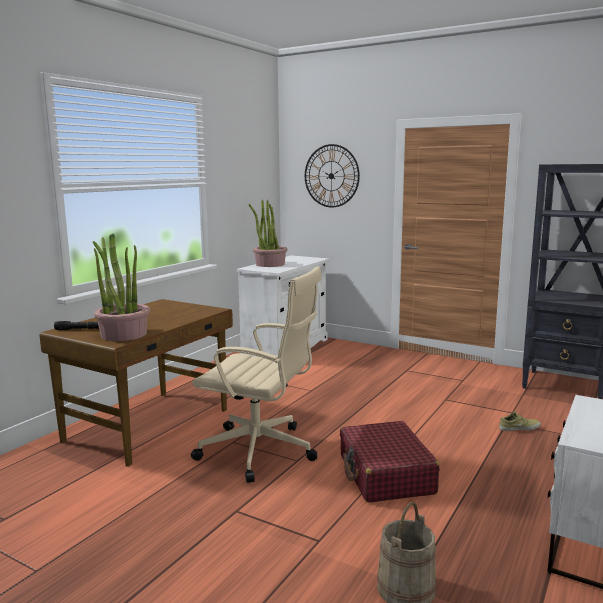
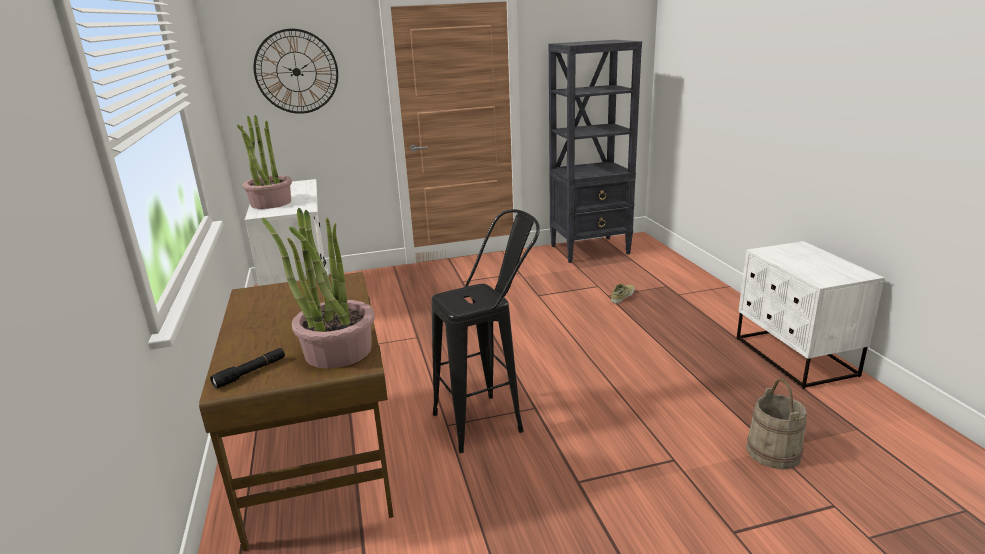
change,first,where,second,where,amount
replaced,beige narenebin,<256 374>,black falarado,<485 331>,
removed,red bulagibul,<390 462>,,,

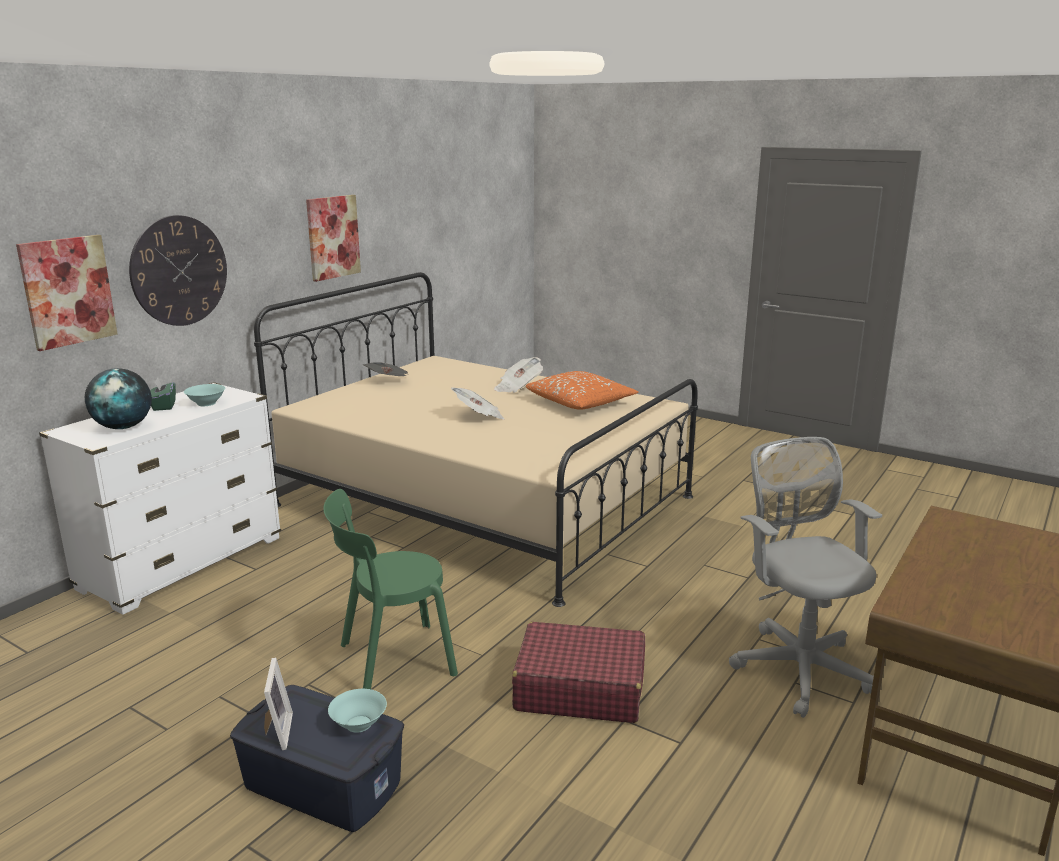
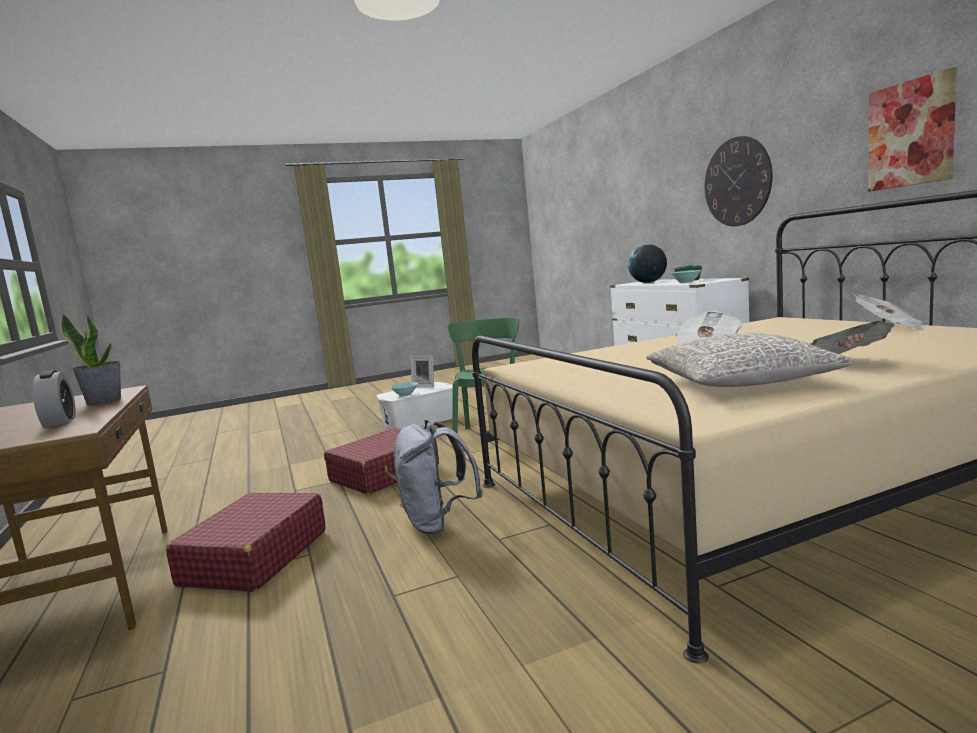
change,first,where,second,where,amount
removed,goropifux,<67 293>,,,
recoloured,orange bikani,<582 390>,grey bikani,<750 360>,
replaced,grey narenebin,<805 577>,red bulagibul,<245 542>,
recoloured,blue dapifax,<317 758>,white dapifax,<415 406>,
added,,,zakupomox,<90 359>,
added,,,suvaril,<54 399>,
added,,,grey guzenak,<438 477>,

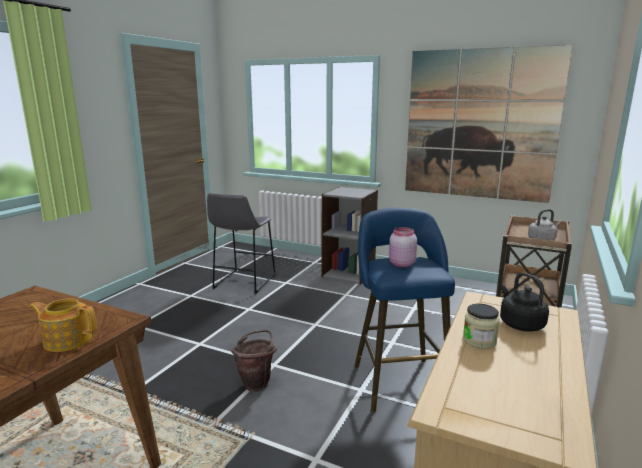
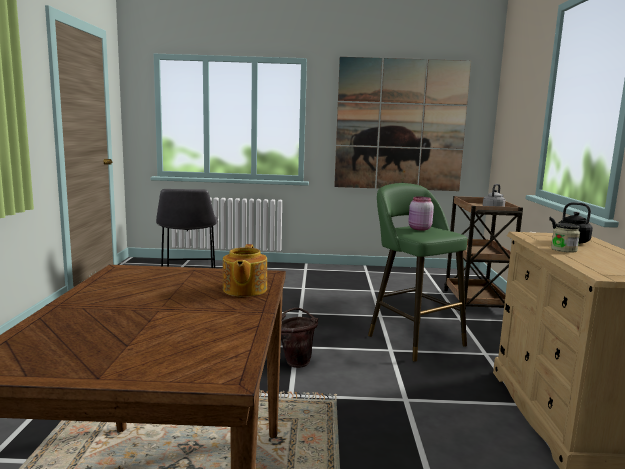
change,first,where,second,where,amount
removed,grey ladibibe,<350 235>,,,
recoloured,blue falarado,<405 310>,green falarado,<417 272>,
turned,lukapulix,<63 325>,,<245 270>,75 degrees counterclockwise

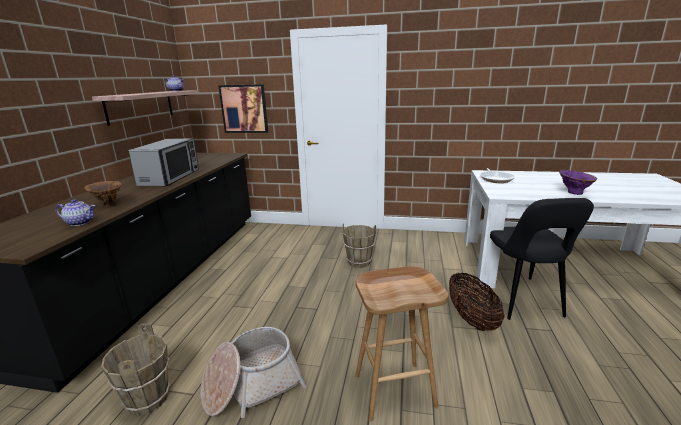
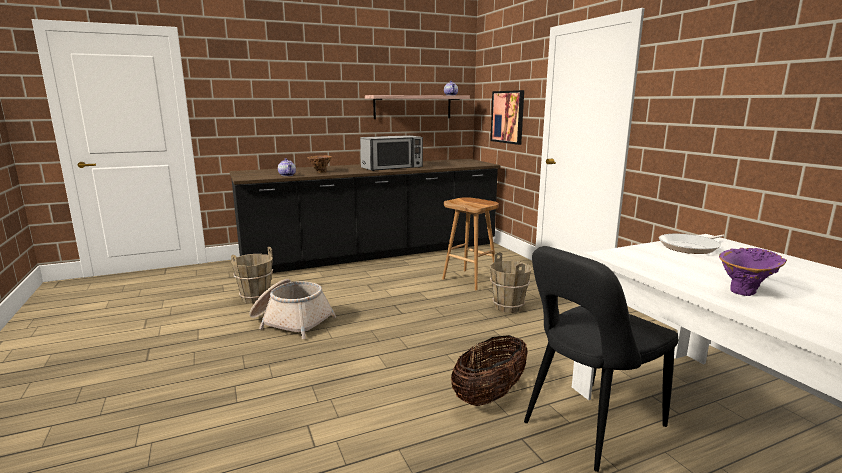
change,first,where,second,where,amount
moved,brown falarado,<402 343>,,<470 243>,

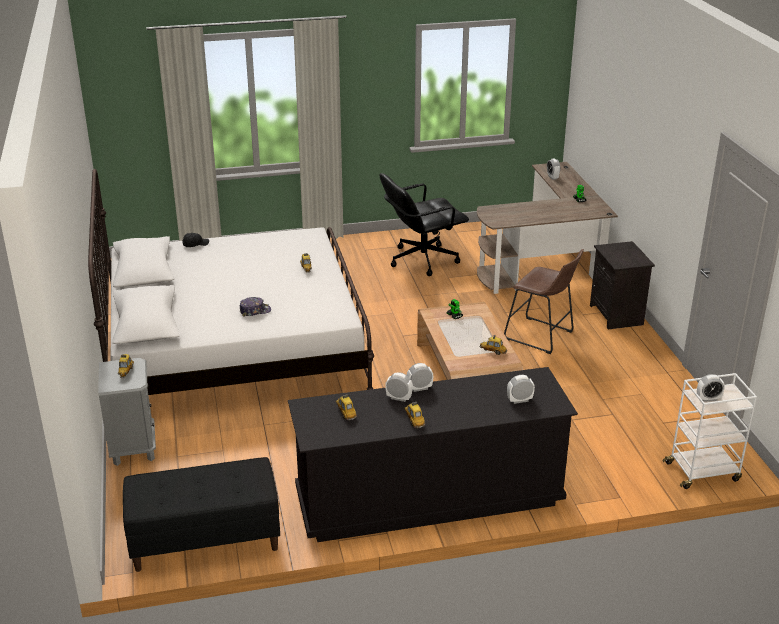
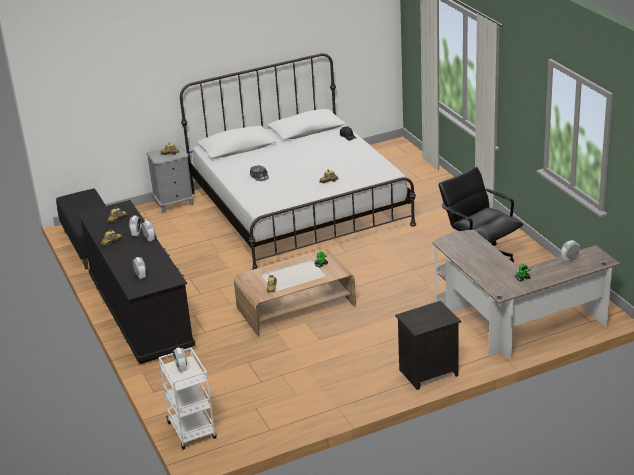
change,first,where,second,where,amount
removed,brown falarado,<544 301>,,,

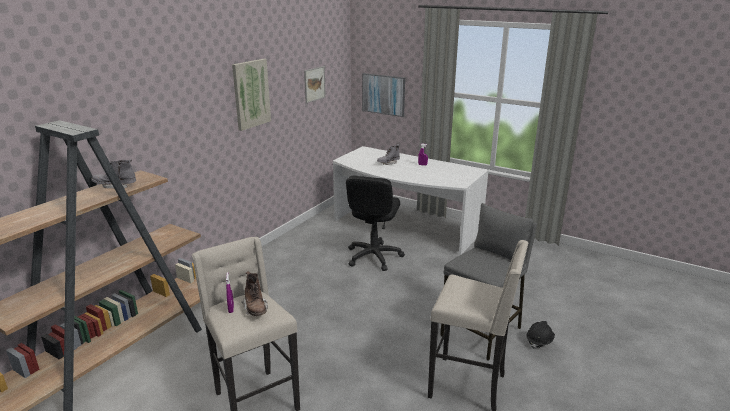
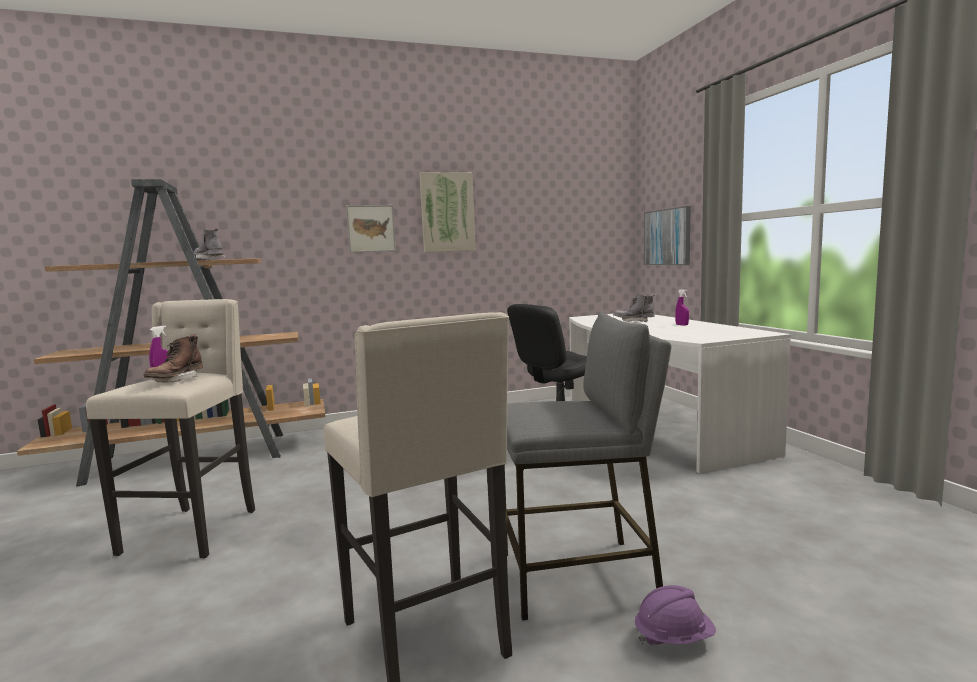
change,first,where,second,where,amount
moved,goropifux,<315 84>,,<371 229>,
recoloured,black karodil,<541 335>,purple karodil,<675 615>,

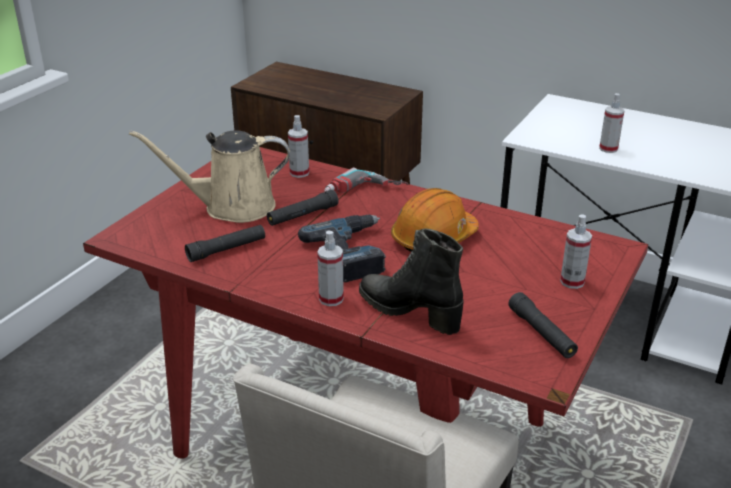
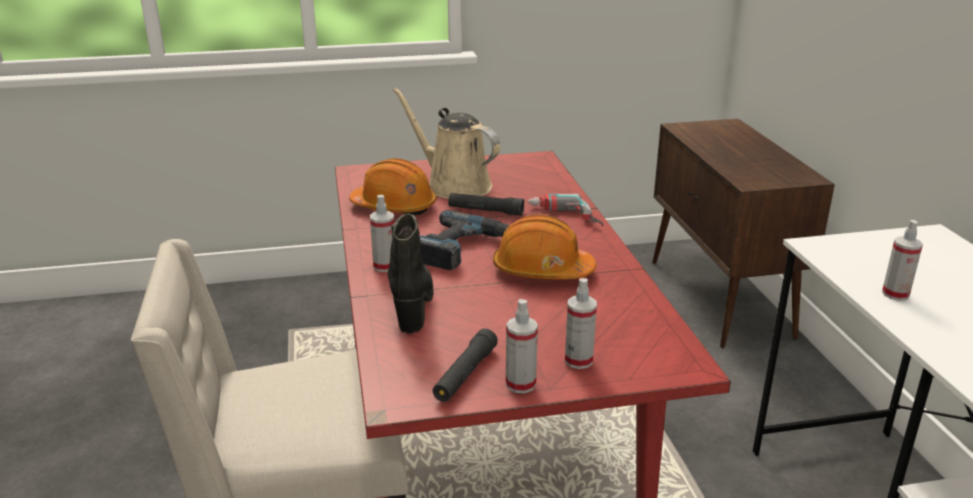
change,first,where,second,where,amount
moved,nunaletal,<298 146>,,<522 346>,
replaced,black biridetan,<225 243>,orange karodil,<392 187>,

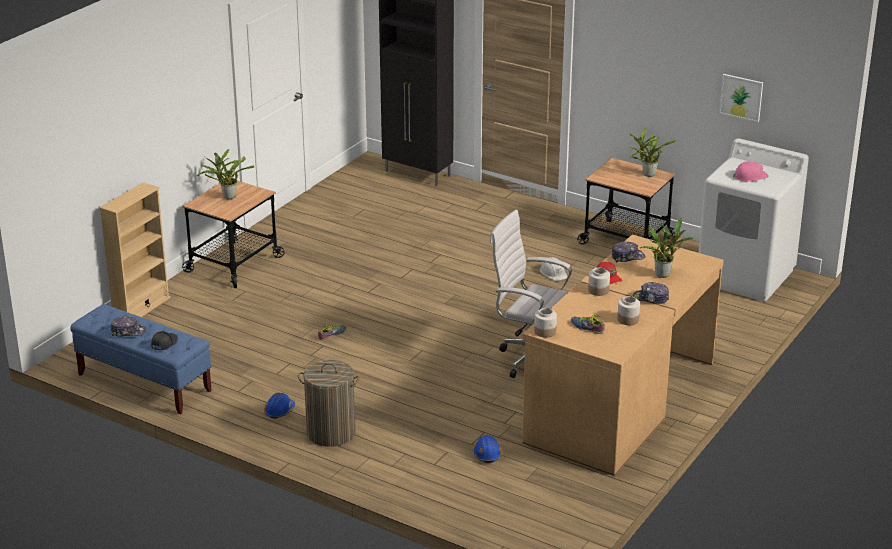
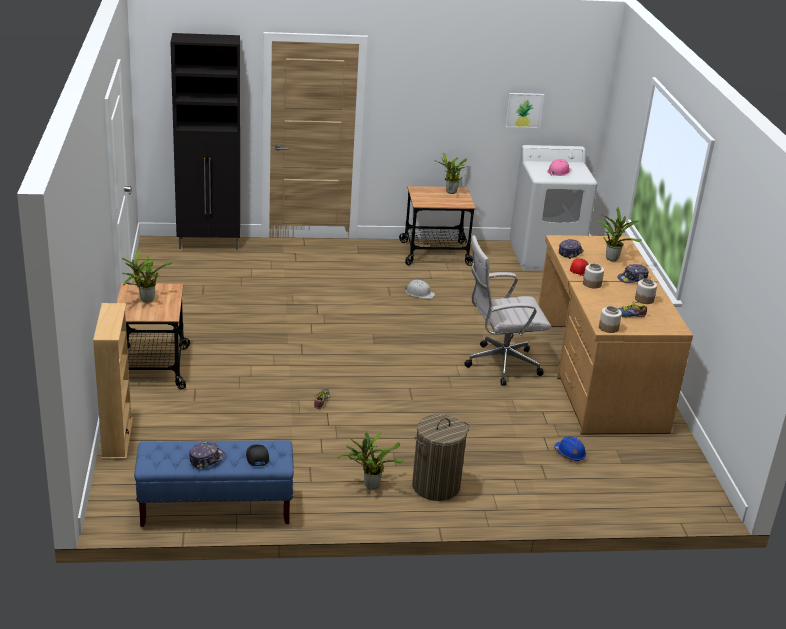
change,first,where,second,where,amount
replaced,blue karodil,<279 406>,zakupomox,<370 460>,

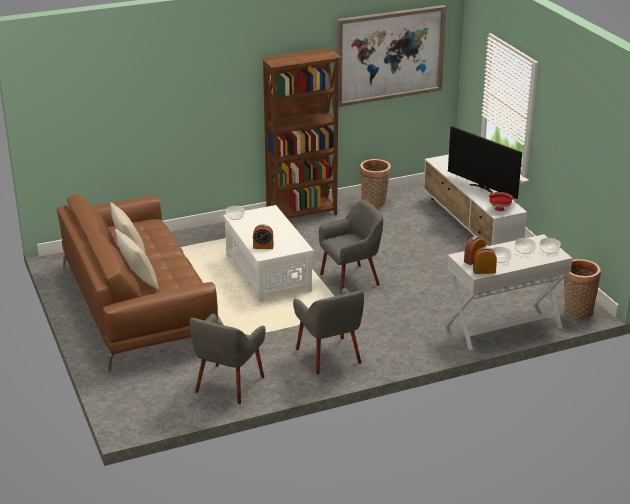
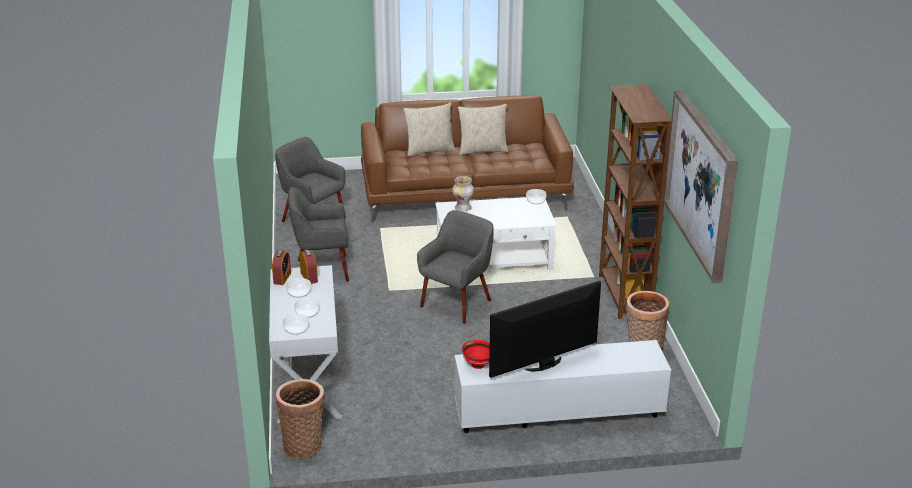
change,first,where,second,where,amount
turned,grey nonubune,<351 246>,,<455 267>,135 degrees counterclockwise
replaced,suvaril,<263 236>,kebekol,<463 193>,

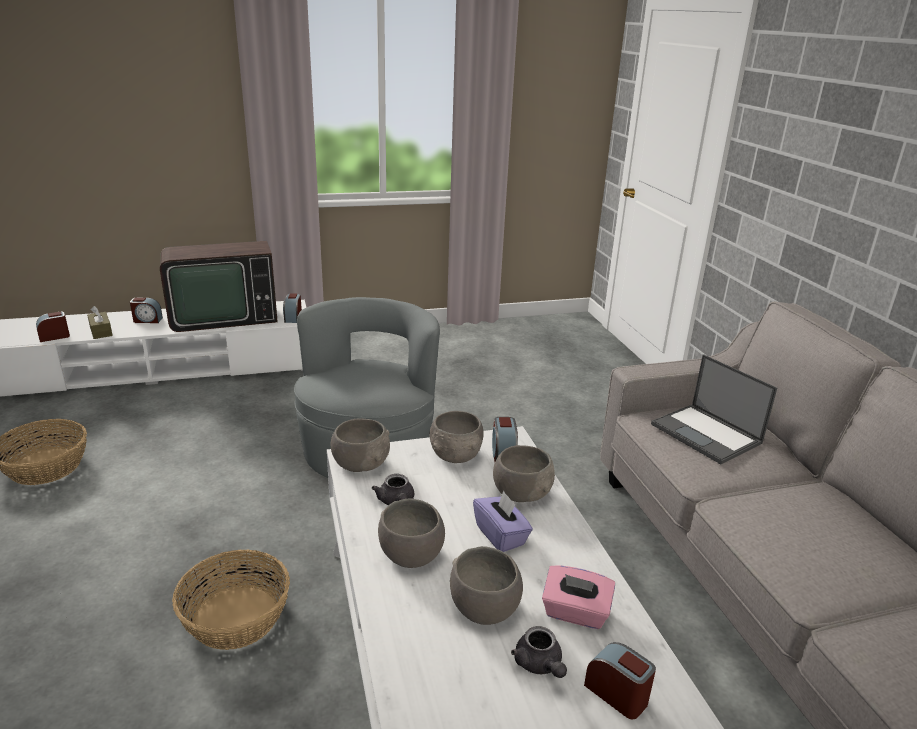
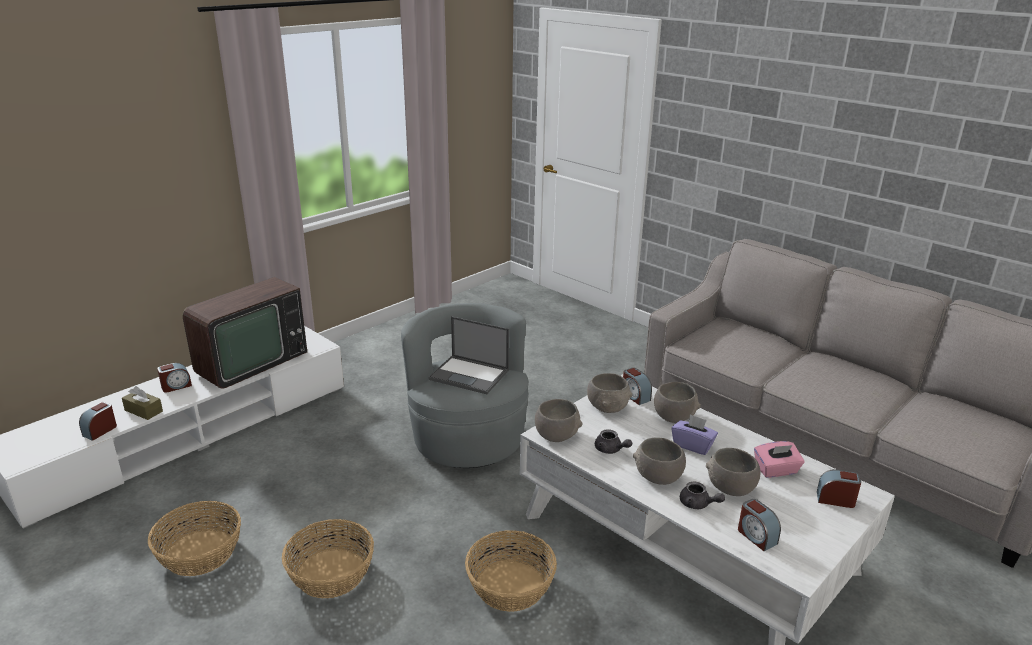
change,first,where,second,where,amount
moved,suvaril,<292 308>,,<759 525>,
moved,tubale,<714 409>,,<469 355>,
moved,grey lukapulix,<539 652>,,<702 495>,
added,,,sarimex,<328 558>,

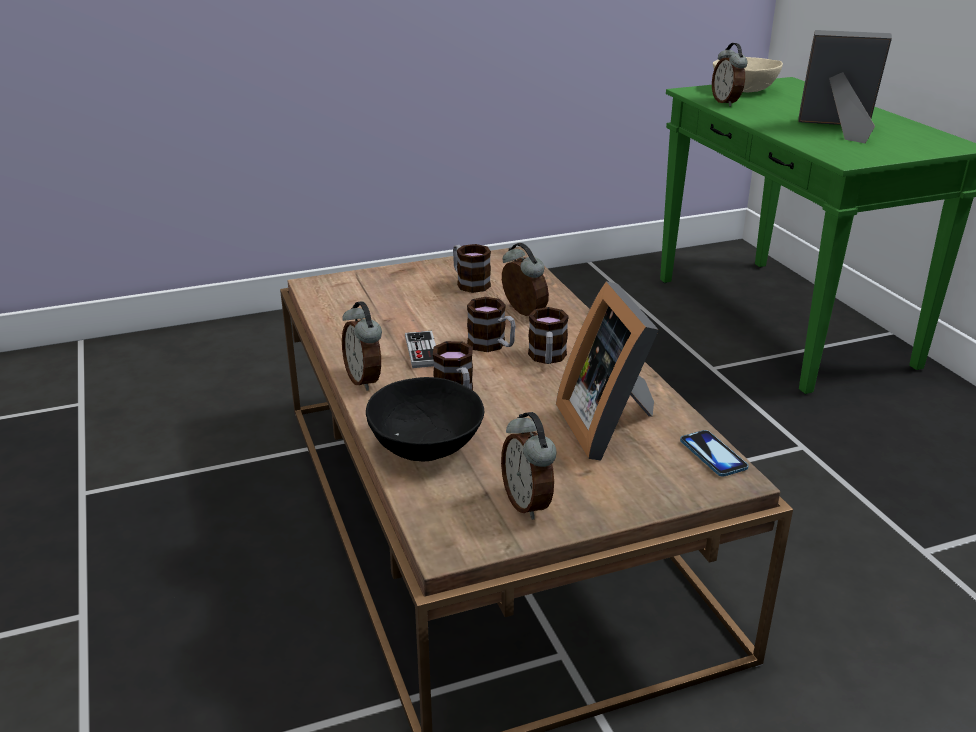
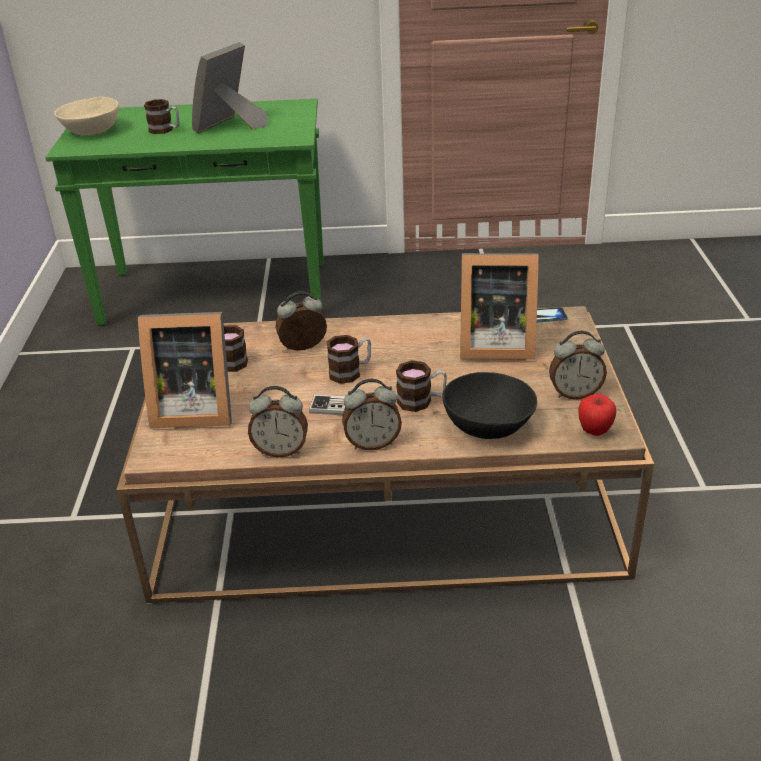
change,first,where,second,where,amount
moved,suvaril,<730 74>,,<278 422>,
moved,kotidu,<548 335>,,<162 116>,
added,,,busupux,<185 370>,
added,,,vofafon,<597 415>,

